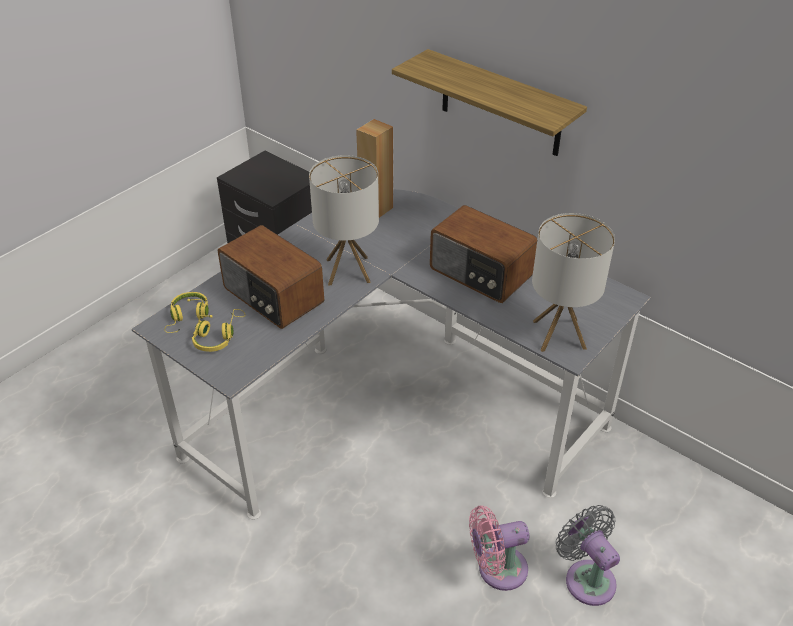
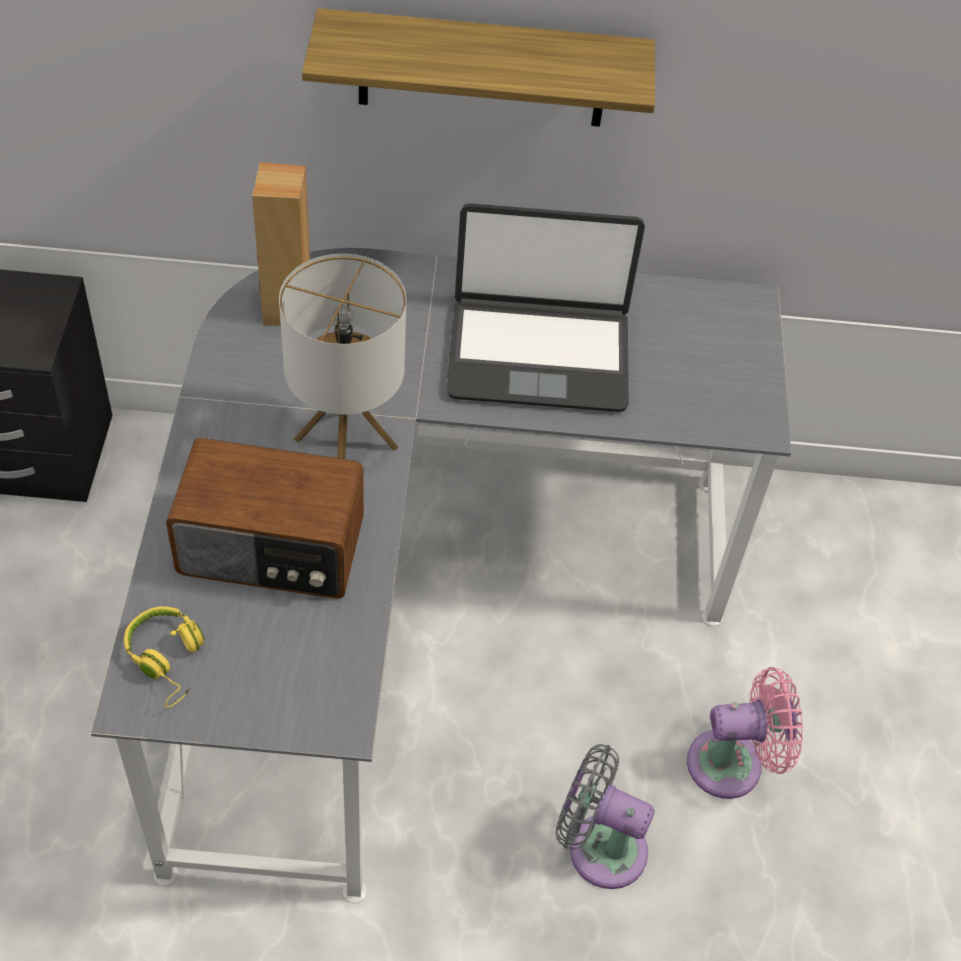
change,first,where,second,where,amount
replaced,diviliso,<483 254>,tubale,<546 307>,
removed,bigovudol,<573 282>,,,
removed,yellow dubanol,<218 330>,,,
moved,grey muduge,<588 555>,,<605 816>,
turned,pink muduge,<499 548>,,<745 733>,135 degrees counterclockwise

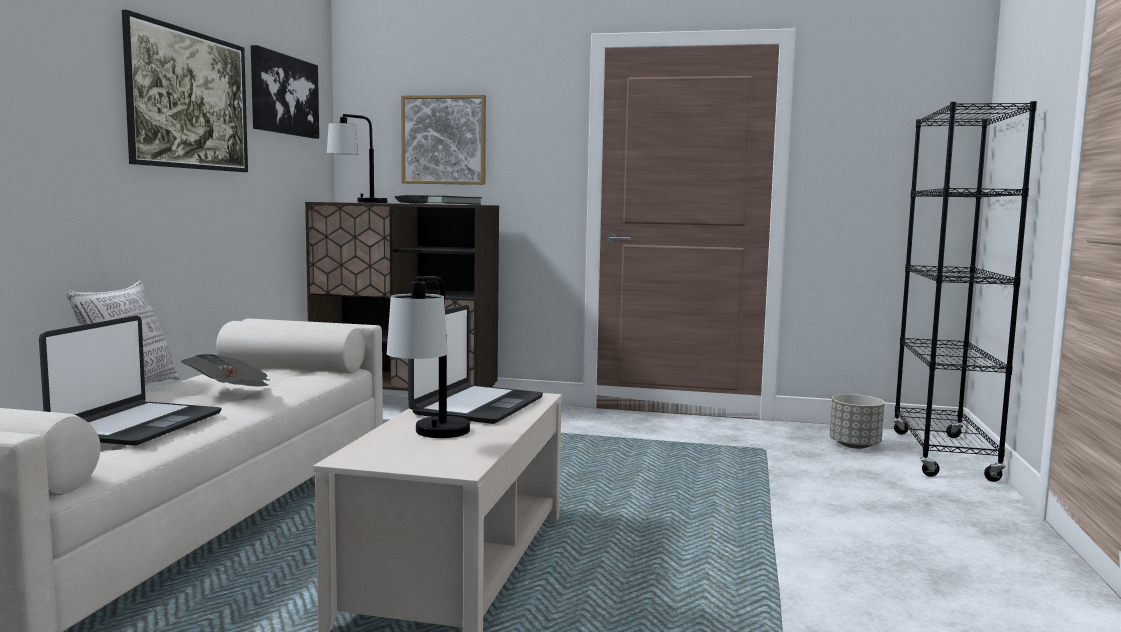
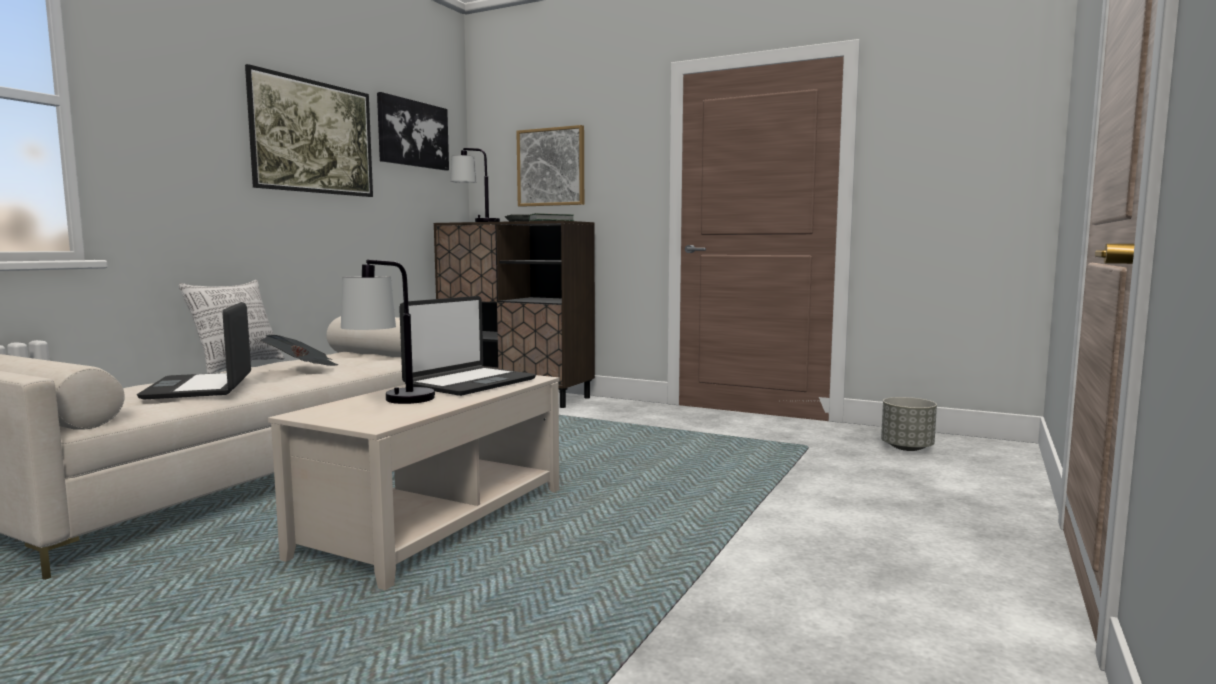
change,first,where,second,where,amount
removed,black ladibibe,<964 291>,,,
turned,tubale,<130 380>,,<194 351>,135 degrees clockwise

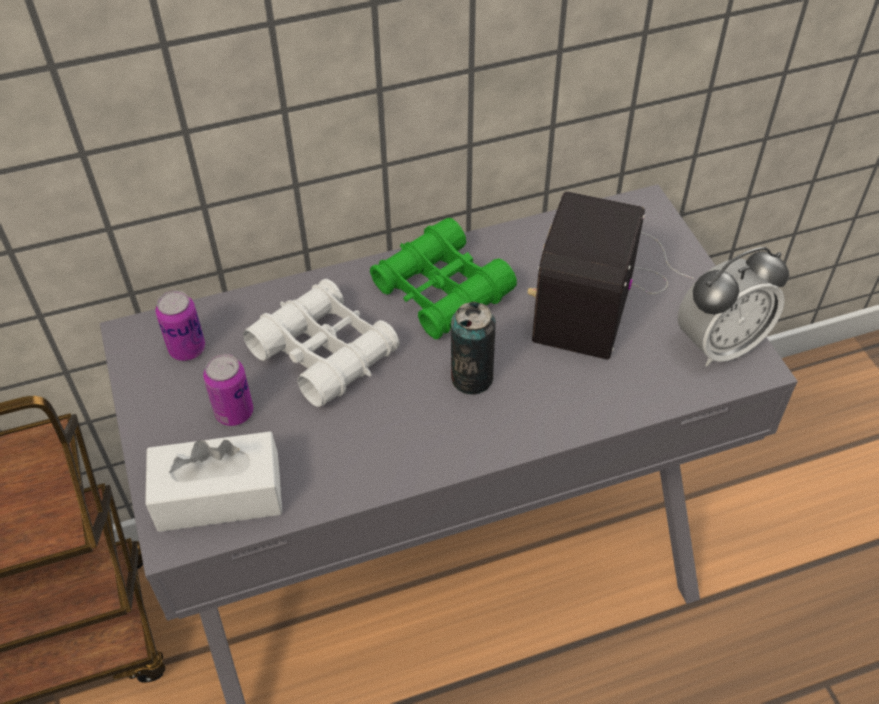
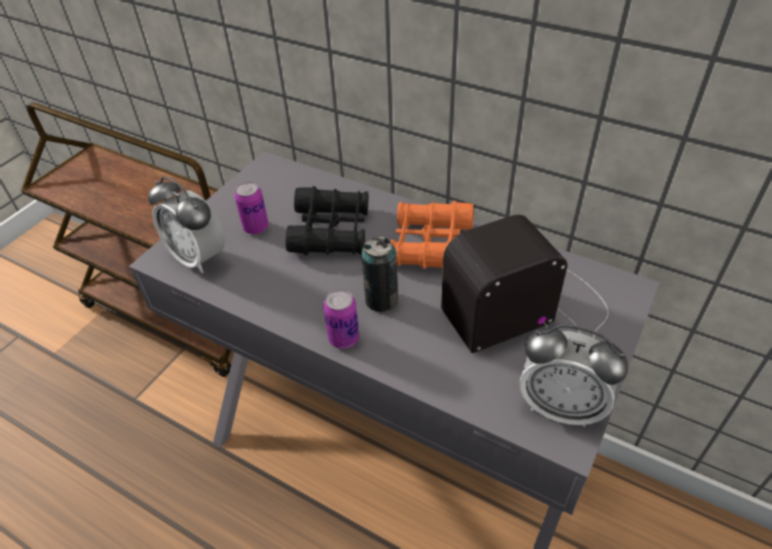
change,first,where,second,where,amount
recoloured,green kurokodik,<443 278>,orange kurokodik,<432 235>,
recoloured,white kurokodik,<321 343>,black kurokodik,<327 220>,
moved,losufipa,<180 325>,,<341 319>,
replaced,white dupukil,<213 481>,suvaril,<186 224>,

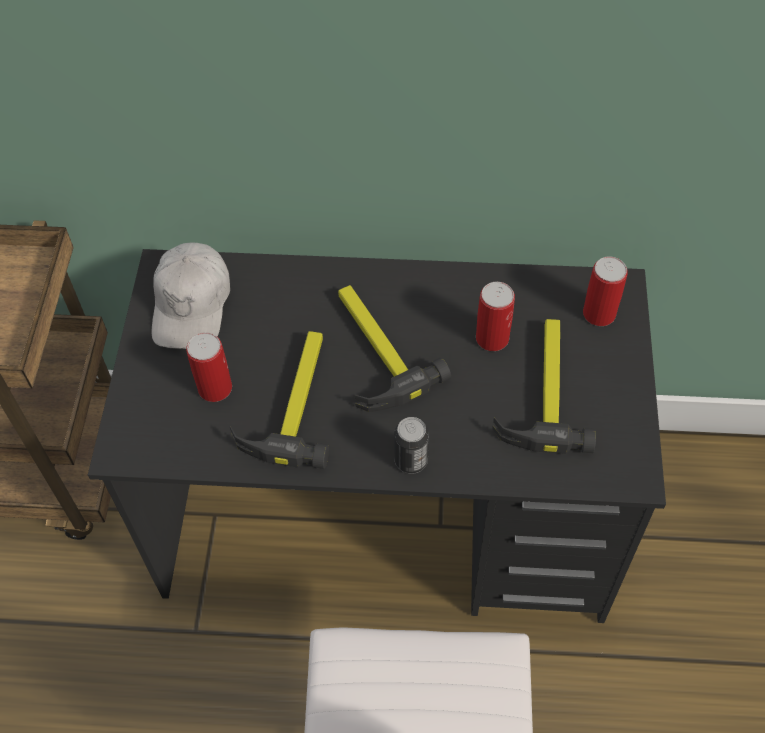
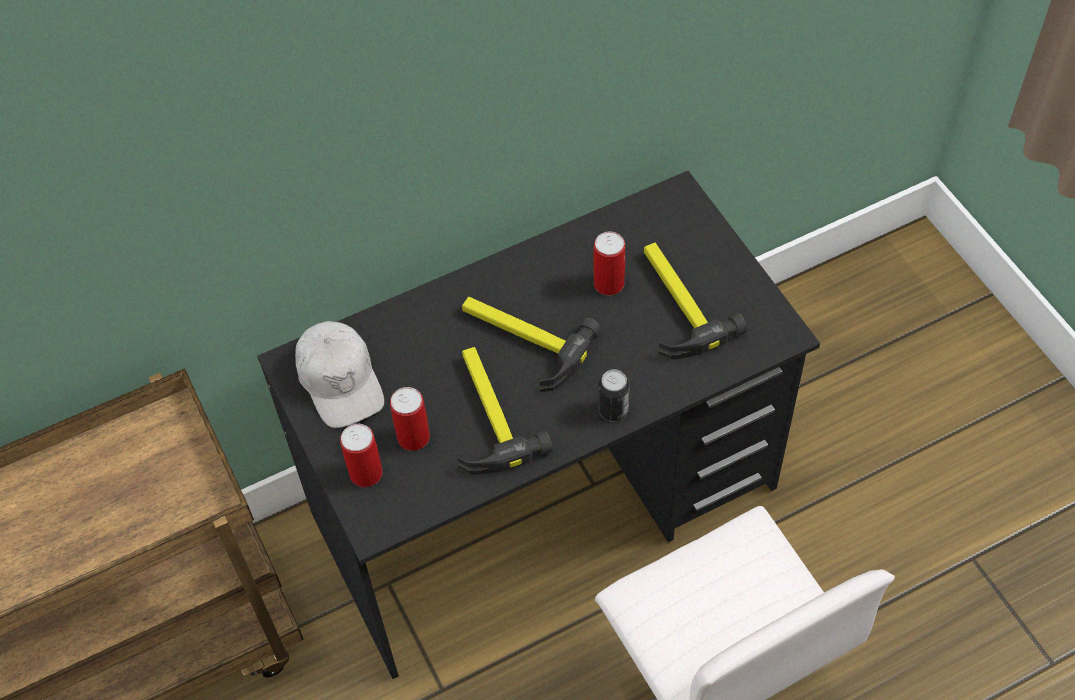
change,first,where,second,where,amount
moved,losufipa,<605 291>,,<361 455>,

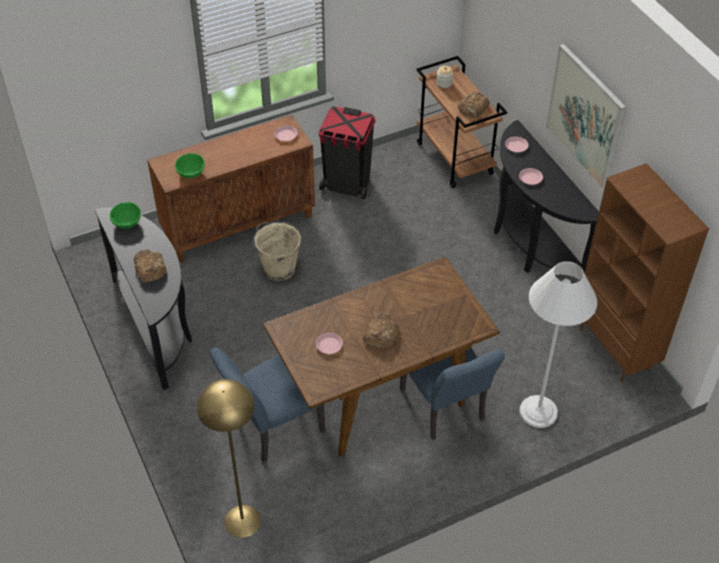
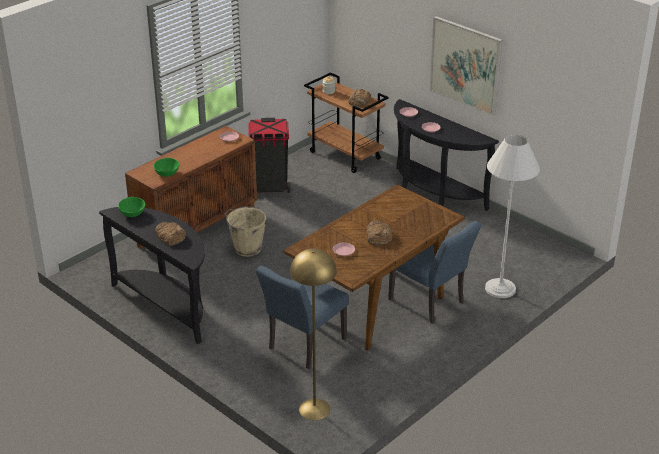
change,first,where,second,where,amount
removed,brown ladibibe,<644 273>,,,

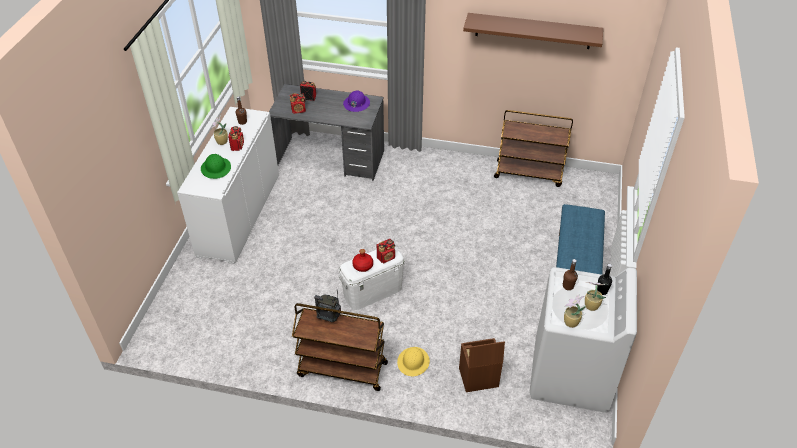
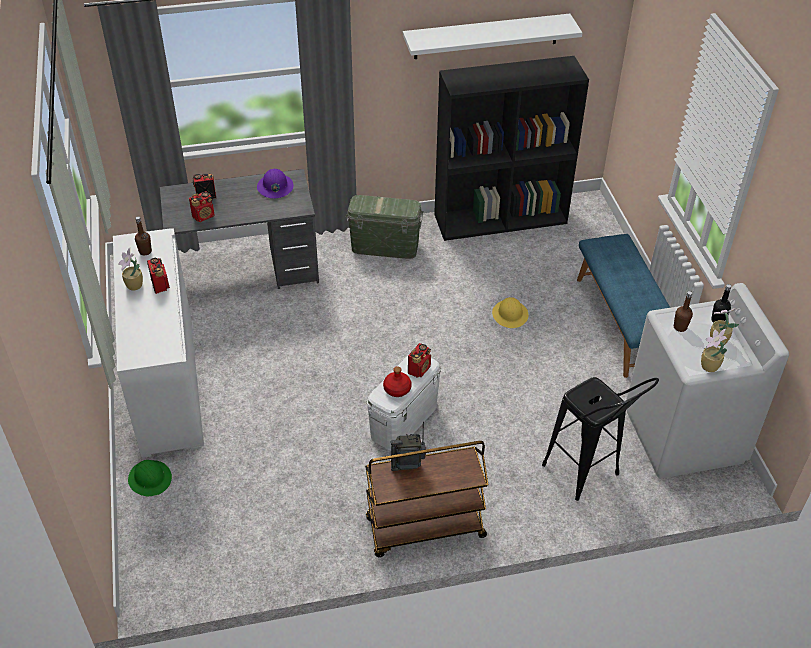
change,first,where,second,where,amount
recoloured,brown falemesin,<533 31>,white falemesin,<493 36>,
replaced,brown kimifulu,<533 148>,black ladibibe,<511 148>,
moved,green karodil,<216 166>,,<150 478>,
replaced,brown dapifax,<482 365>,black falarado,<600 439>,
moved,yellow karodil,<413 361>,,<510 312>,
added,,,green dapifax,<384 227>,

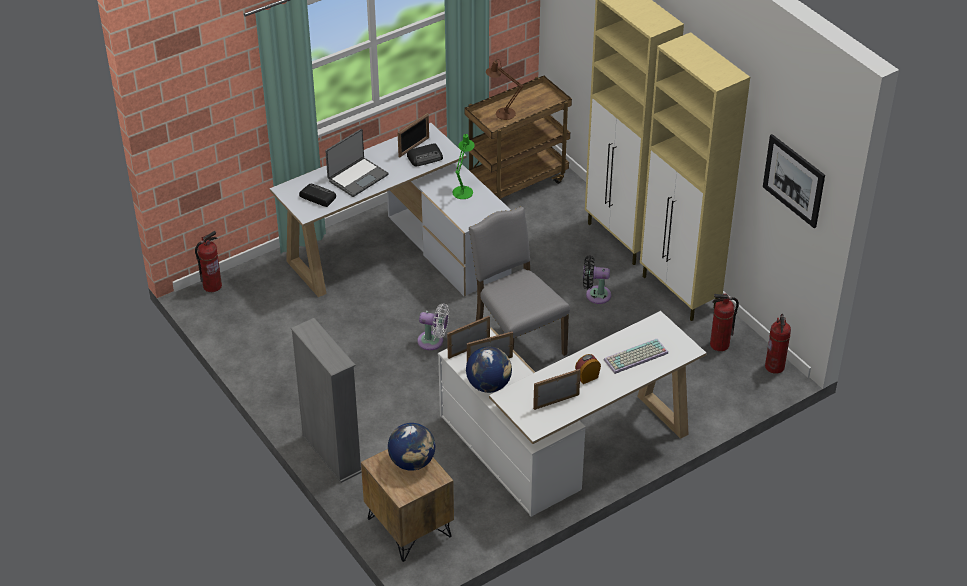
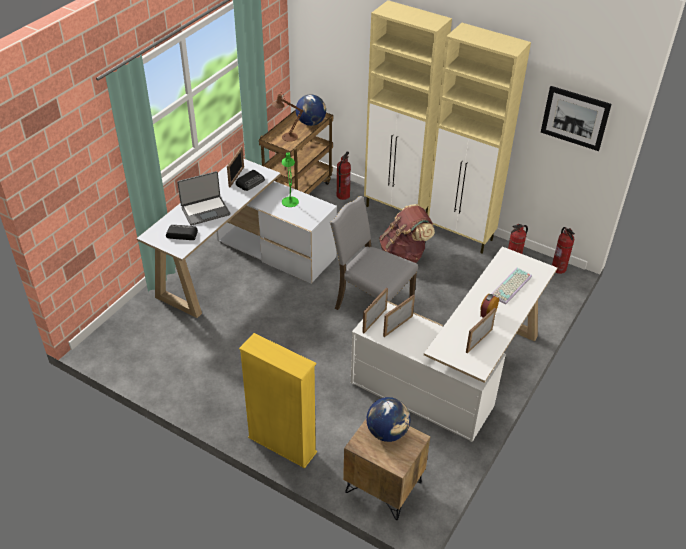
change,first,where,second,where,amount
turned,tubale,<357 163>,,<203 198>,45 degrees clockwise
moved,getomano,<208 261>,,<344 175>,
replaced,black muduge,<597 280>,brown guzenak,<407 233>,
removed,white muduge,<433 327>,,,
recoloured,grey ladibibe,<326 400>,yellow ladibibe,<278 400>,
moved,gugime,<489 370>,,<311 110>,

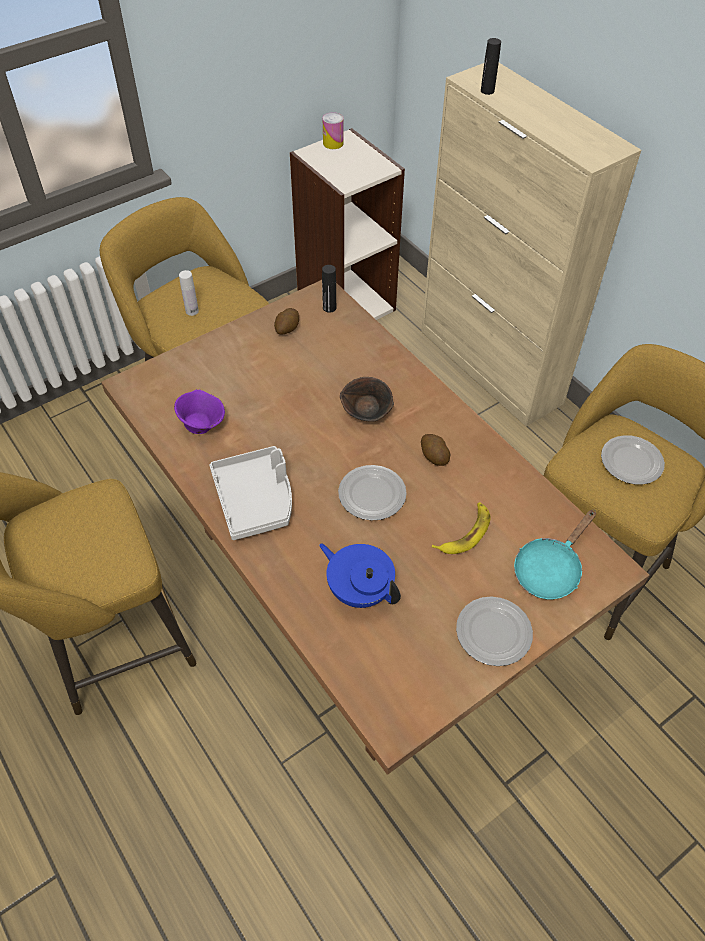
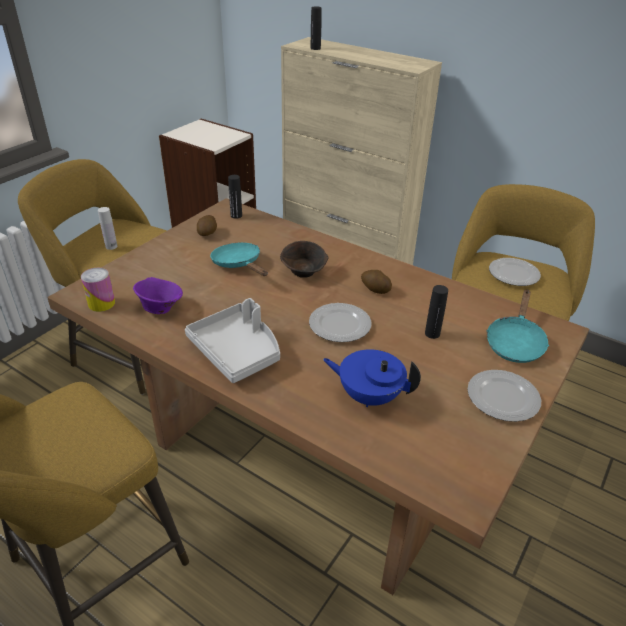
change,first,where,second,where,amount
moved,losufipa,<333 130>,,<98 290>,
replaced,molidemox,<461 528>,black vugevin,<436 312>,
added,,,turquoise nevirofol,<239 259>,

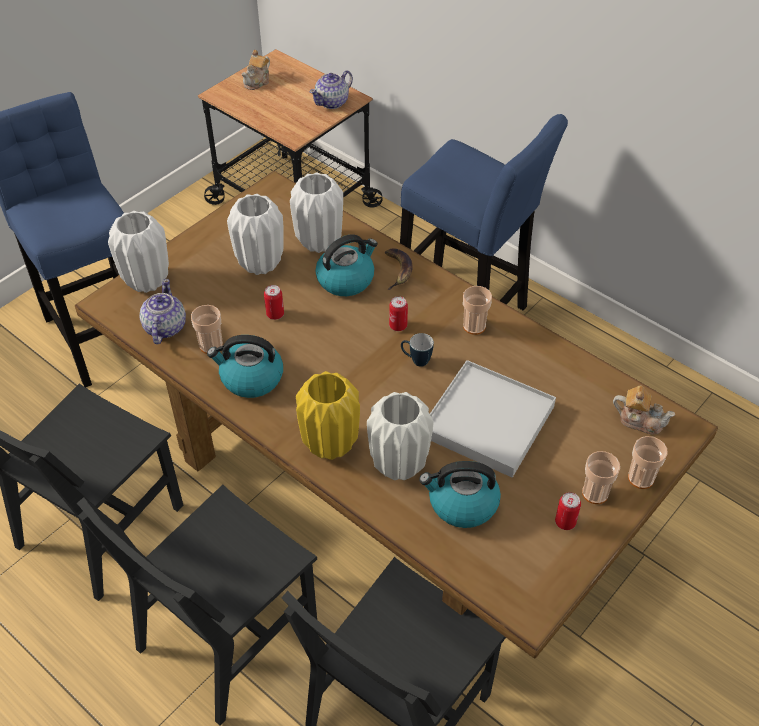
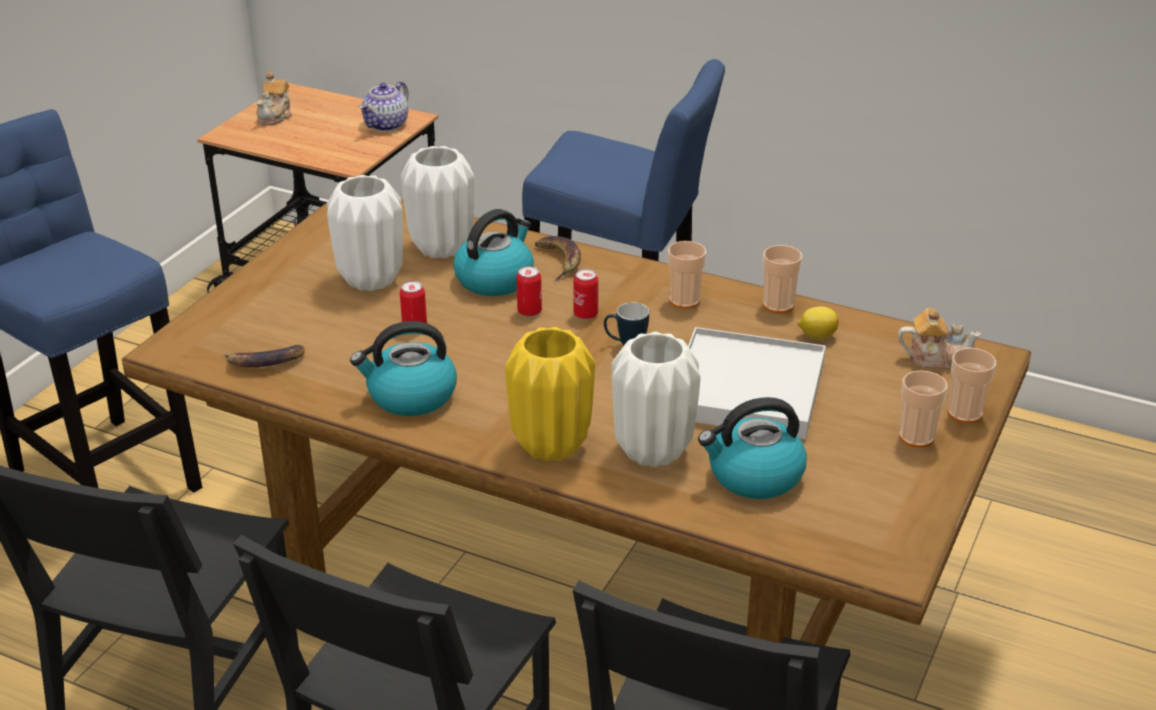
change,first,where,second,where,amount
removed,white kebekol,<138 252>,,,
replaced,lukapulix,<162 312>,molidemox,<264 356>,
moved,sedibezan,<207 329>,,<782 279>,
moved,losufipa,<568 511>,,<529 291>,
added,,,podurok,<818 323>,

